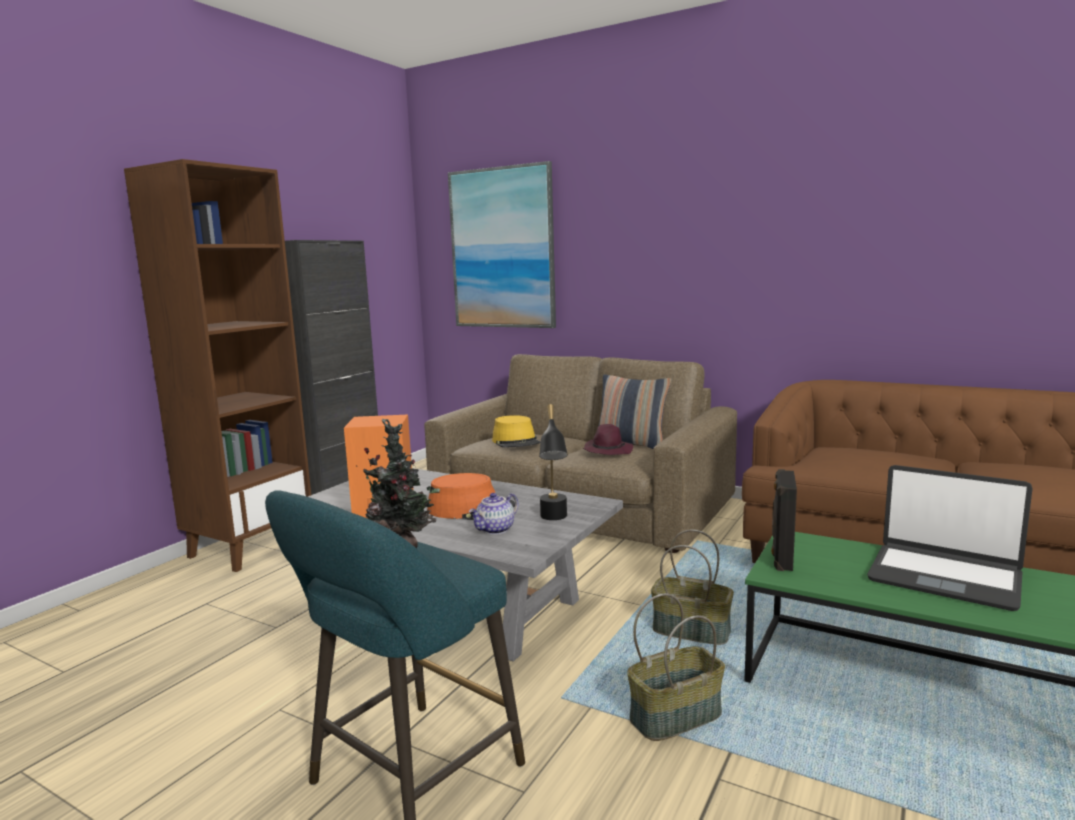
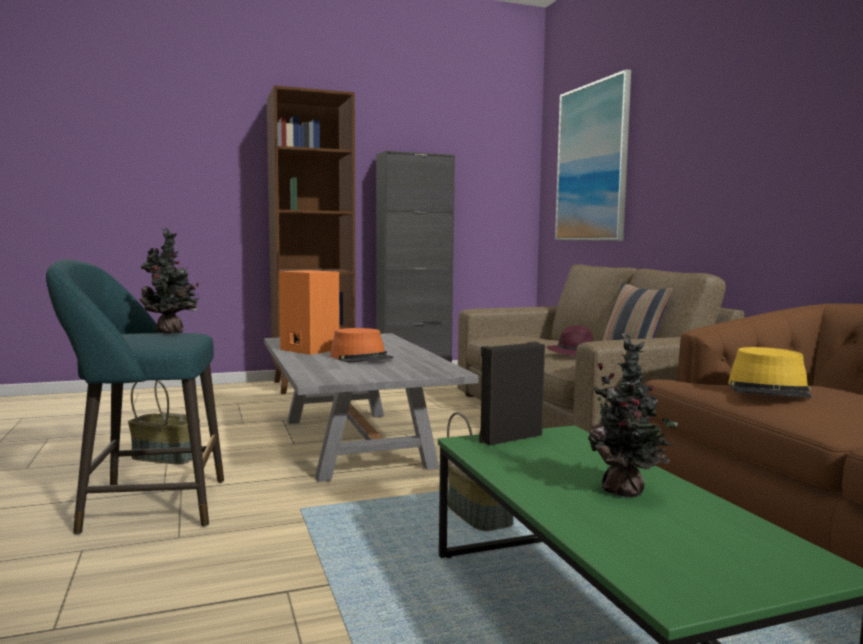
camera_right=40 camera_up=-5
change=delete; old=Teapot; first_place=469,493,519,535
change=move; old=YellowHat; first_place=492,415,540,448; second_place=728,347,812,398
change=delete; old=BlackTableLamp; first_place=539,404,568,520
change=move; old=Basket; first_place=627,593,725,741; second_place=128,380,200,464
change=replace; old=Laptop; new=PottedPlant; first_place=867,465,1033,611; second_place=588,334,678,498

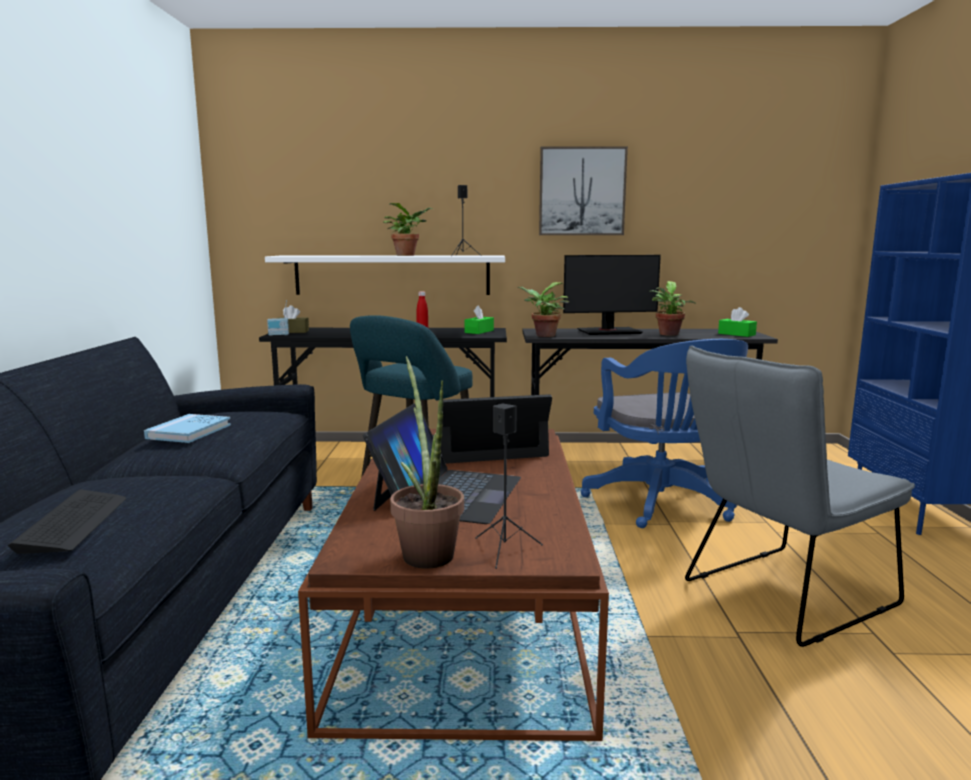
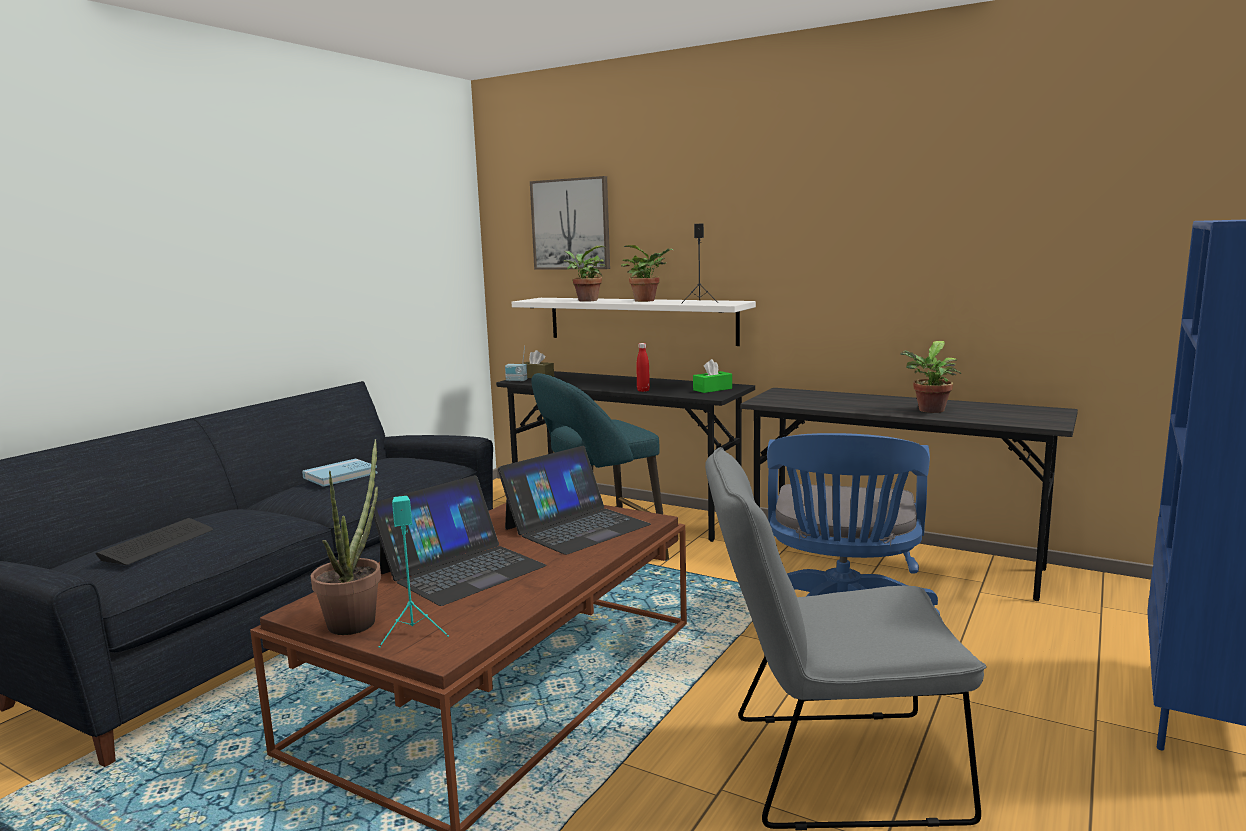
camera_right=30 camera_up=0
change=rotate; old=Laptop; first_place=432,394,552,464; second_place=498,446,651,555; degrees=120
change=recolor; old=BlackSpeaker; new=TurquoiseSpeaker; first_place=475,403,543,569; second_place=379,496,449,648
change=move; old=PottedPlant; first_place=517,282,570,337; second_place=564,246,606,302
change=move; old=Picture; first_place=539,146,628,235; second_place=530,176,610,270
change=delete; old=Monitor; first_place=563,255,661,335
change=delete; old=GreenTissueBox; first_place=718,307,757,337

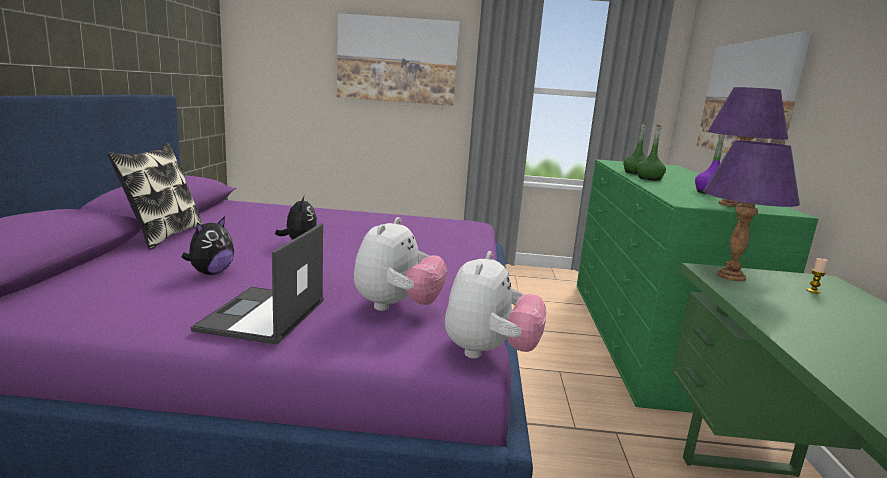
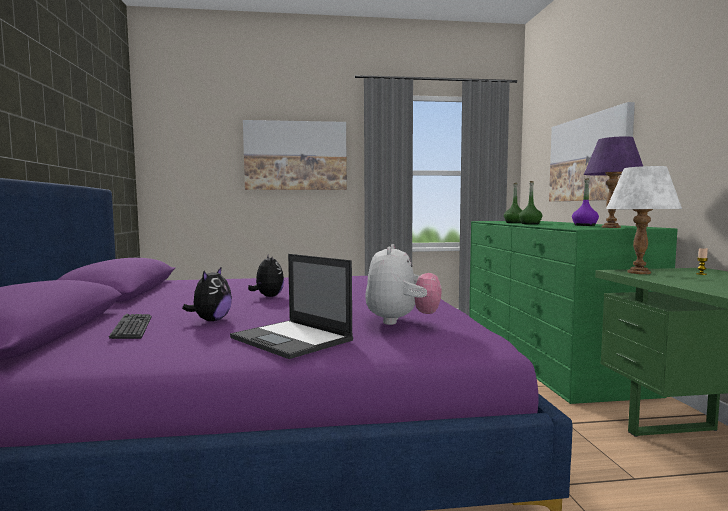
camera_right=-10 camera_up=-10
change=delete; old=Pillow; first_place=107,143,203,250
change=rotate; old=Laptop; first_place=191,223,324,345; second_place=230,254,353,359; degrees=-45
change=delete; old=PlushToy; first_place=445,251,547,359
change=recolor; old=PurpleTableLamp; new=WhiteTableLamp; first_place=703,140,800,281; second_place=606,166,682,274
change=insert; new=Keyboard; second_place=109,314,152,339

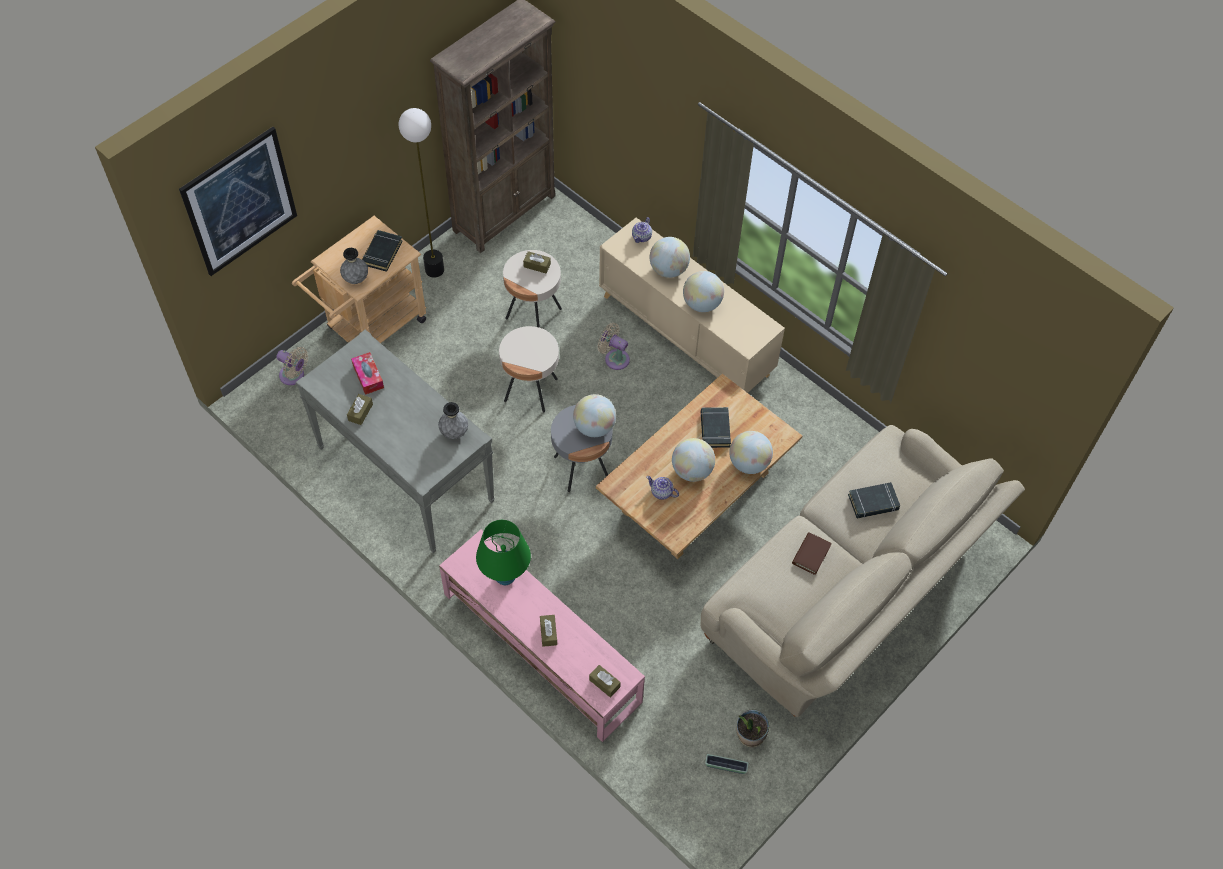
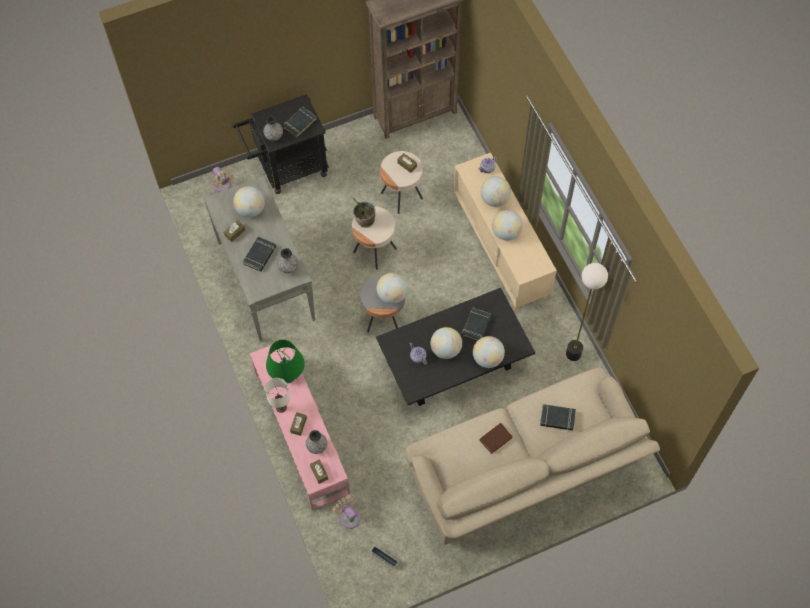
camera_right=25 camera_up=5
change=delete; old=Picture; first_place=179,126,297,276
change=recolor; old=BeigeCart; new=BlackCart; first_place=292,216,426,343; second_place=233,94,329,194
change=replace; old=TissueBox; new=Globe; first_place=351,352,384,395; second_place=233,186,265,217
change=move; old=FloorLamp; first_place=399,108,444,278; second_place=566,263,608,361
change=recolor; old=BeigeCoffeeTable; new=BlackCoffeeTable; first_place=596,374,802,559; second_place=376,288,535,406
change=move; old=BeigeFan; first_place=597,323,630,370; second_place=332,494,361,529
change=move; old=PottedPlant; first_place=736,710,769,747; second_place=353,198,375,228
change=insert; new=BlackBook; second_place=243,237,276,272
change=insert; new=WhiteTableLamp; second_place=265,378,290,413
change=insert; new=GreyVase; second_place=306,430,327,454

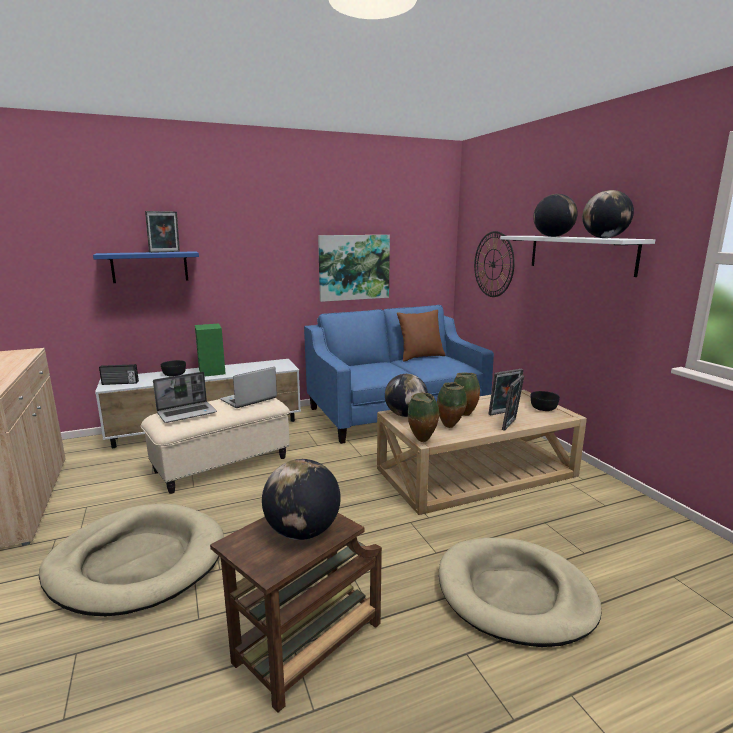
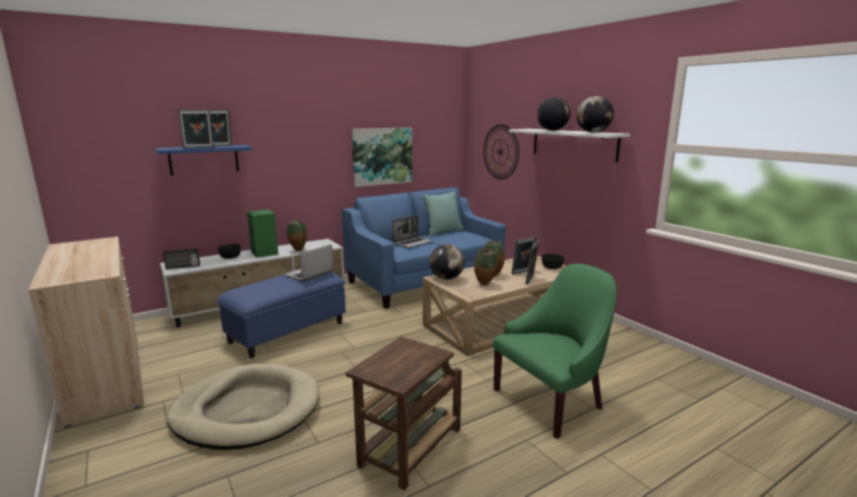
camera_right=-10 camera_up=0
change=recolor; old=BeigeOttoman; new=BlueOttoman; first_place=141,398,290,494; second_place=216,272,346,358
change=move; old=Laptop; first_place=153,372,217,423; second_place=392,216,433,248
change=delete; old=Globe; first_place=262,459,341,540
change=recolor; old=BrownPillow; new=TurquoisePillow; first_place=397,310,445,362; second_place=423,191,464,237
change=move; old=Vase; first_place=408,393,439,442; second_place=287,220,307,251
change=replace; old=BeigeDogBed; new=GreenArmchair; first_place=439,538,602,647; second_place=493,263,617,439
change=insert; new=PictureFrame; second_place=178,109,214,148

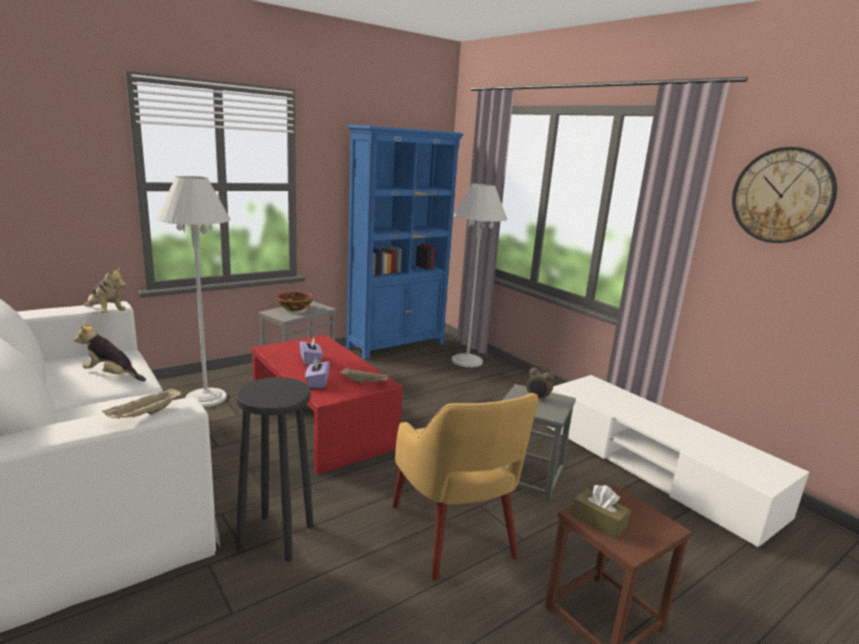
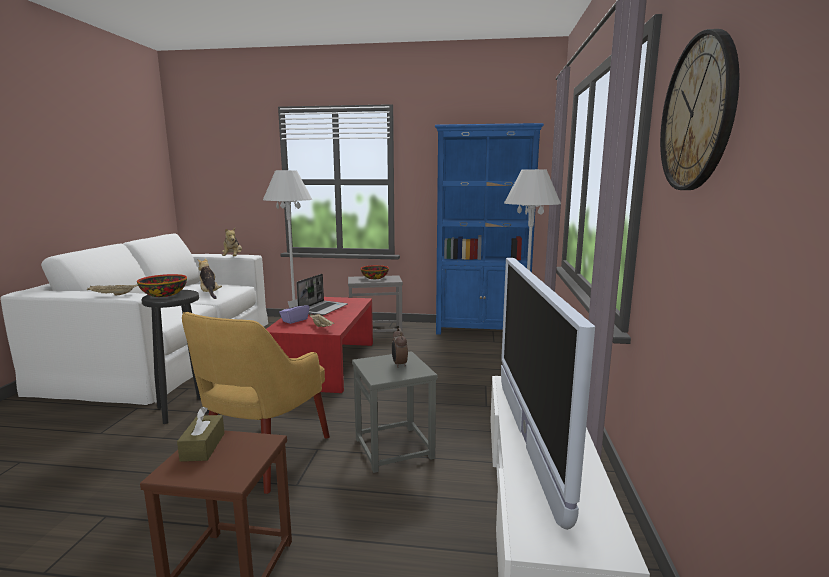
camera_right=45 camera_up=-5
change=replace; old=PurpleTissueBox; new=Laptop; first_place=300,337,323,365; second_place=296,274,348,316
change=insert; new=Bowl; second_place=137,274,187,297
change=insert; new=Television; second_place=501,258,595,530

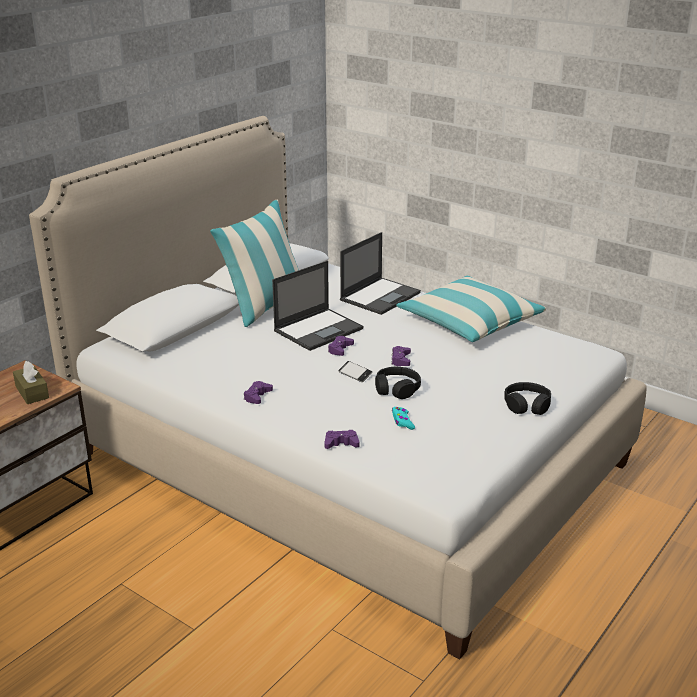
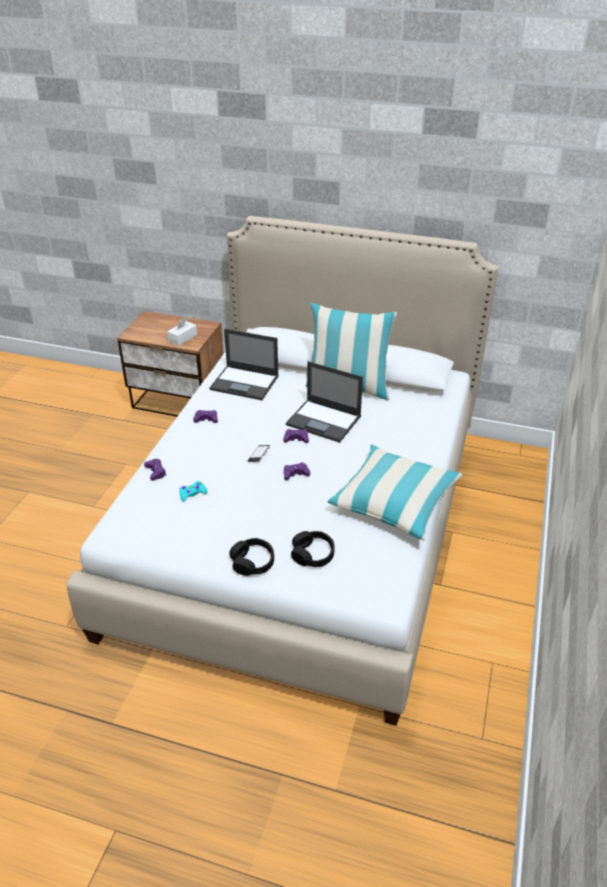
camera_right=70 camera_up=10
change=recolor; old=BrownTissueBox; new=WhiteTissueBox; first_place=13,361,49,404; second_place=167,318,197,346
change=move; old=Laptop; first_place=340,232,421,315; second_place=209,329,279,400
change=move; old=BlackHeadphones; first_place=375,367,421,399; second_place=291,531,335,567

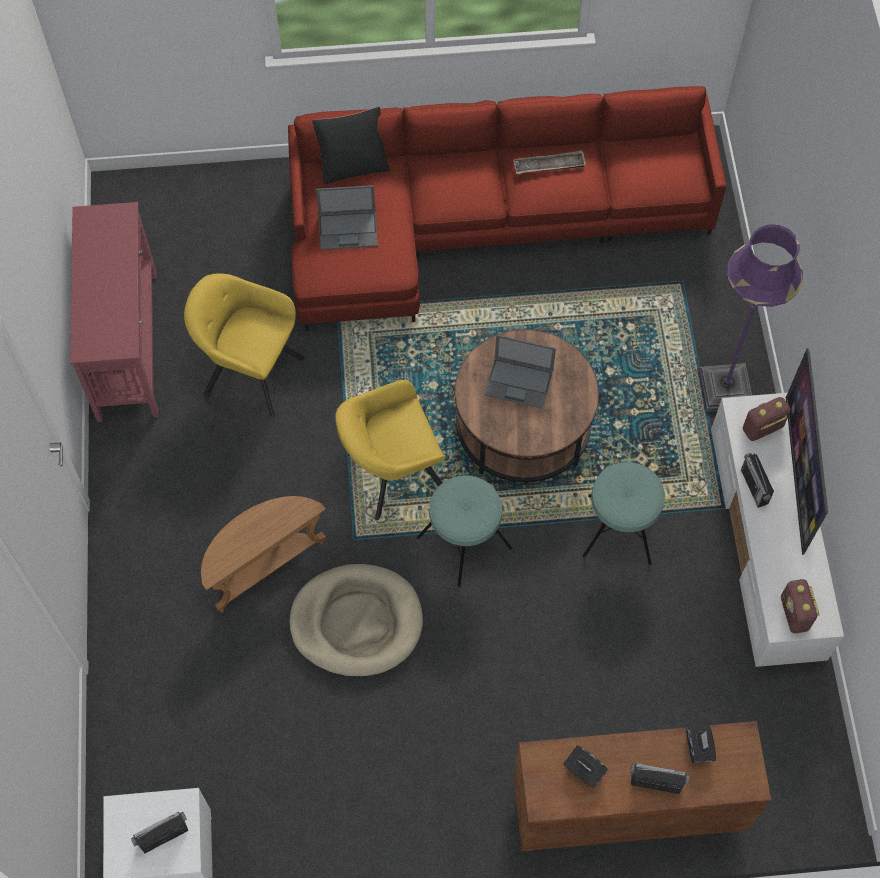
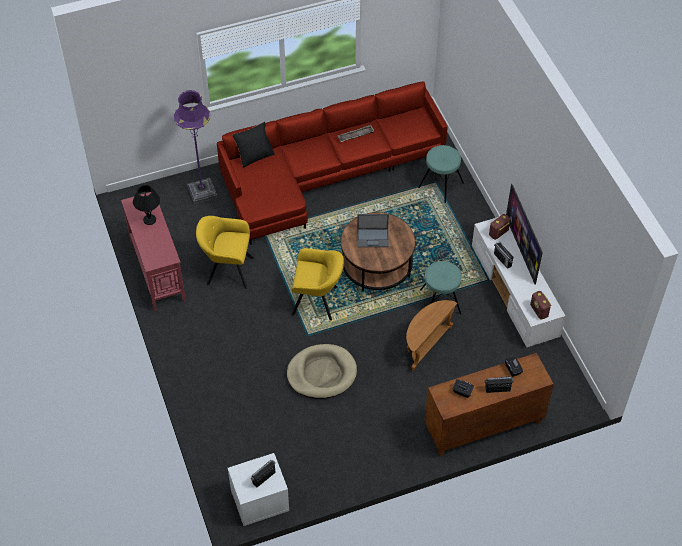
camera_right=-15 camera_up=-10
change=move; old=BrownSideTable; first_place=201,496,326,613; second_place=406,300,457,372
change=delete; old=Laptop; first_place=316,185,378,250
change=rotate; old=YellowArmchair; first_place=335,380,446,520; second_place=291,248,344,321; degrees=-135
change=move; old=TurquoiseStool; first_place=417,475,513,588; second_place=418,145,464,203
change=move; old=PurpleFloorLamp; first_place=698,224,803,412; second_place=174,90,217,204
change=insert; new=BlackTableLamp; second_place=133,185,160,225

